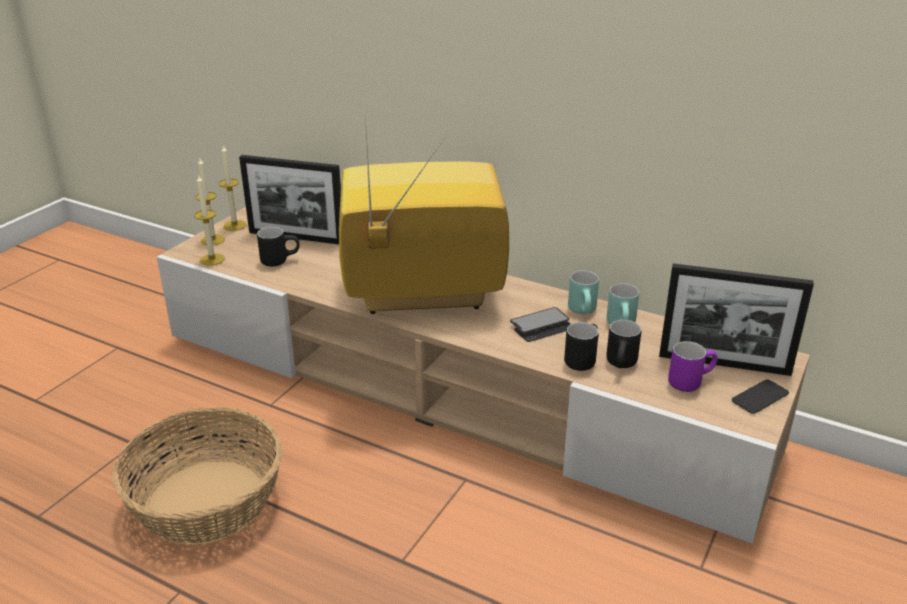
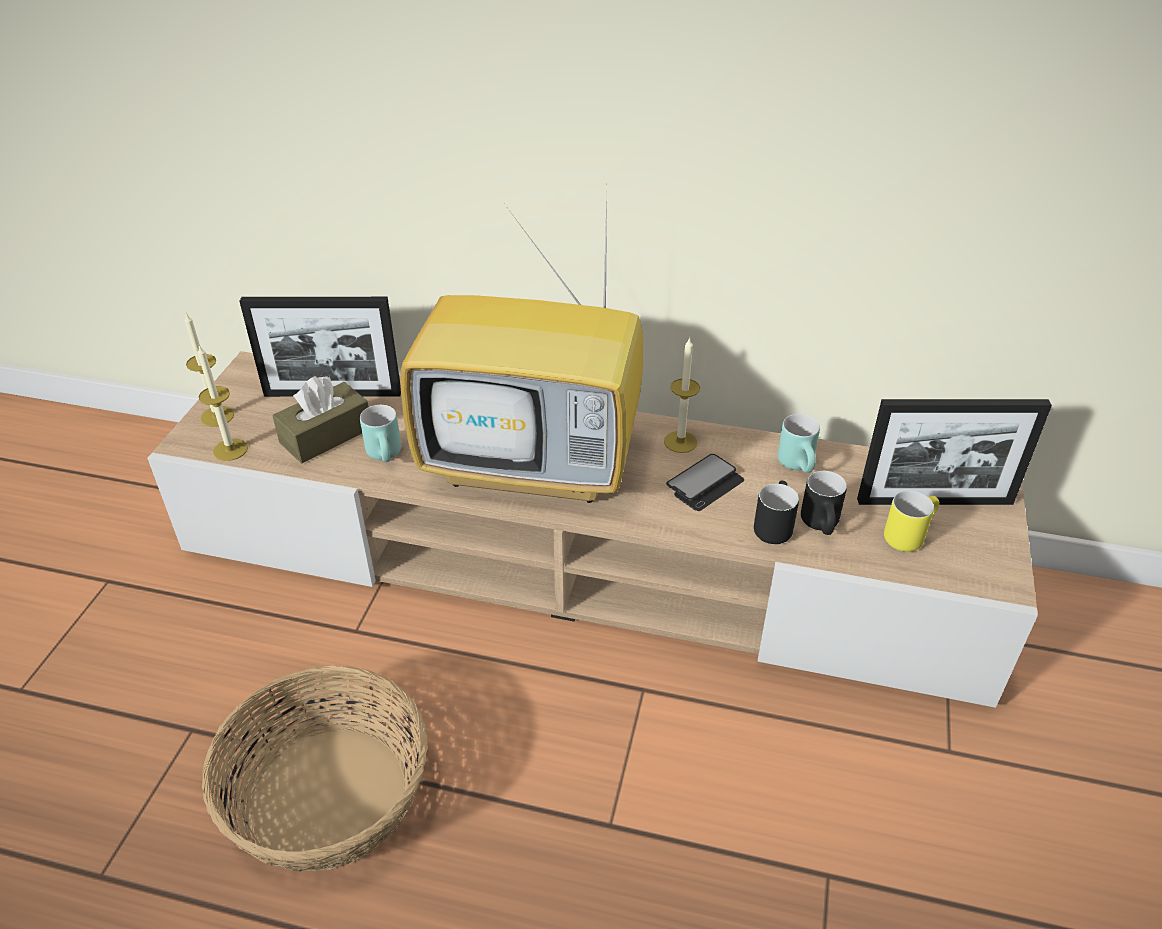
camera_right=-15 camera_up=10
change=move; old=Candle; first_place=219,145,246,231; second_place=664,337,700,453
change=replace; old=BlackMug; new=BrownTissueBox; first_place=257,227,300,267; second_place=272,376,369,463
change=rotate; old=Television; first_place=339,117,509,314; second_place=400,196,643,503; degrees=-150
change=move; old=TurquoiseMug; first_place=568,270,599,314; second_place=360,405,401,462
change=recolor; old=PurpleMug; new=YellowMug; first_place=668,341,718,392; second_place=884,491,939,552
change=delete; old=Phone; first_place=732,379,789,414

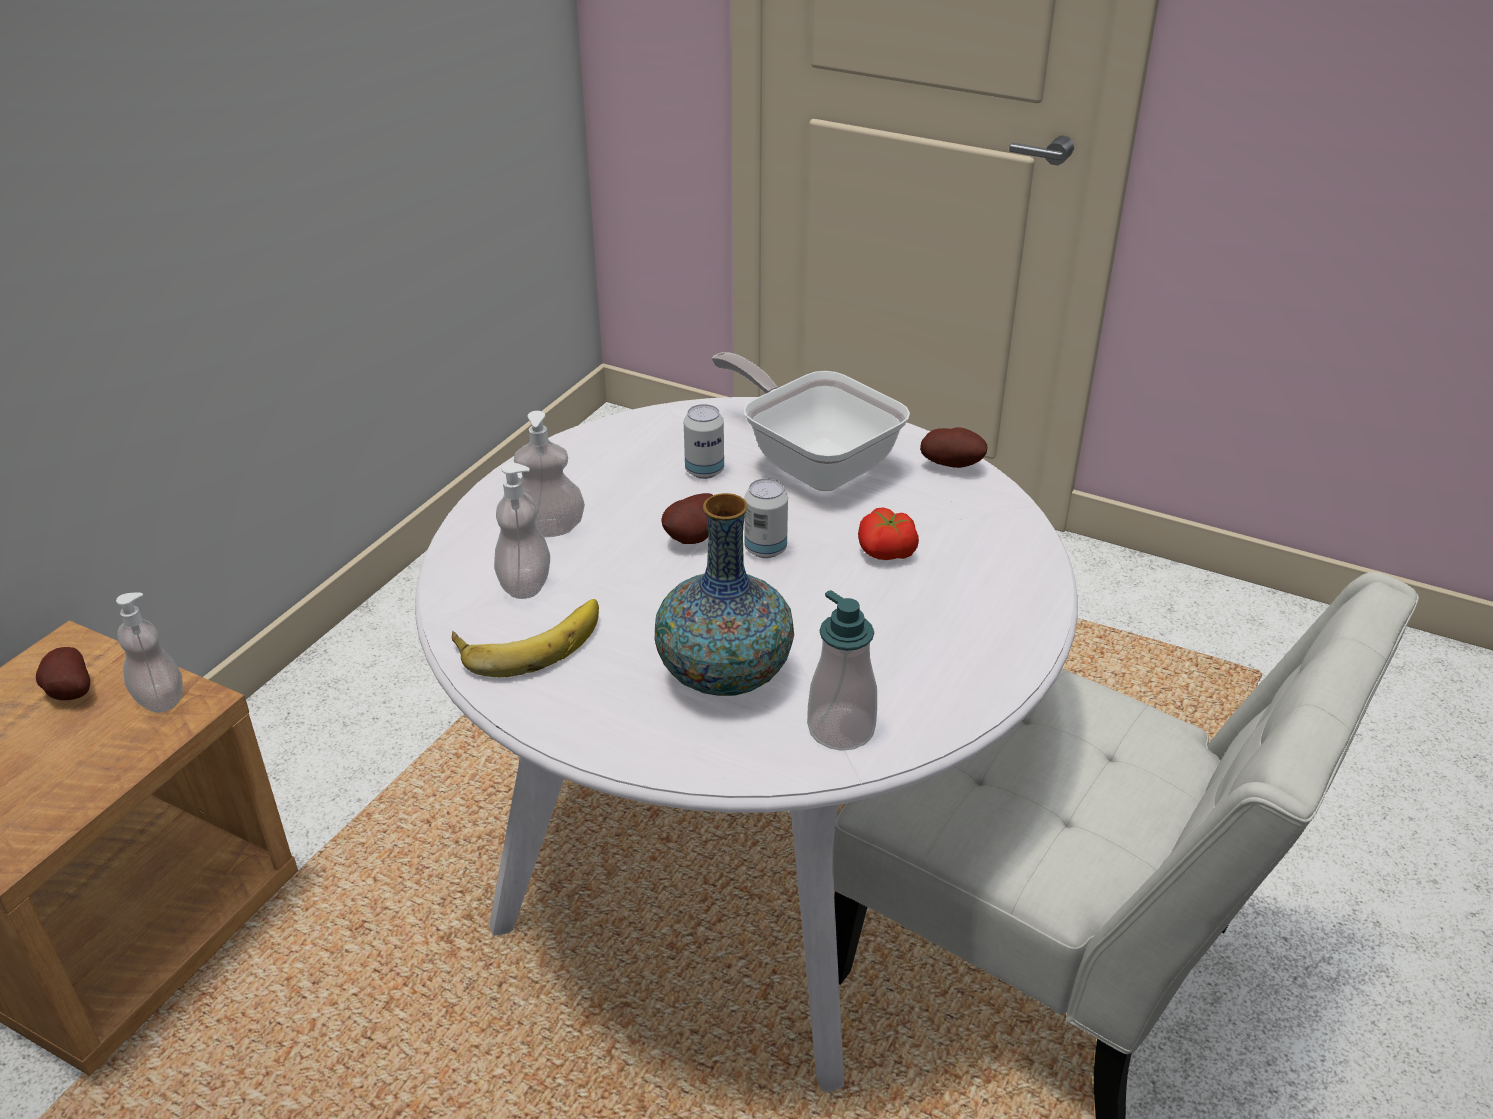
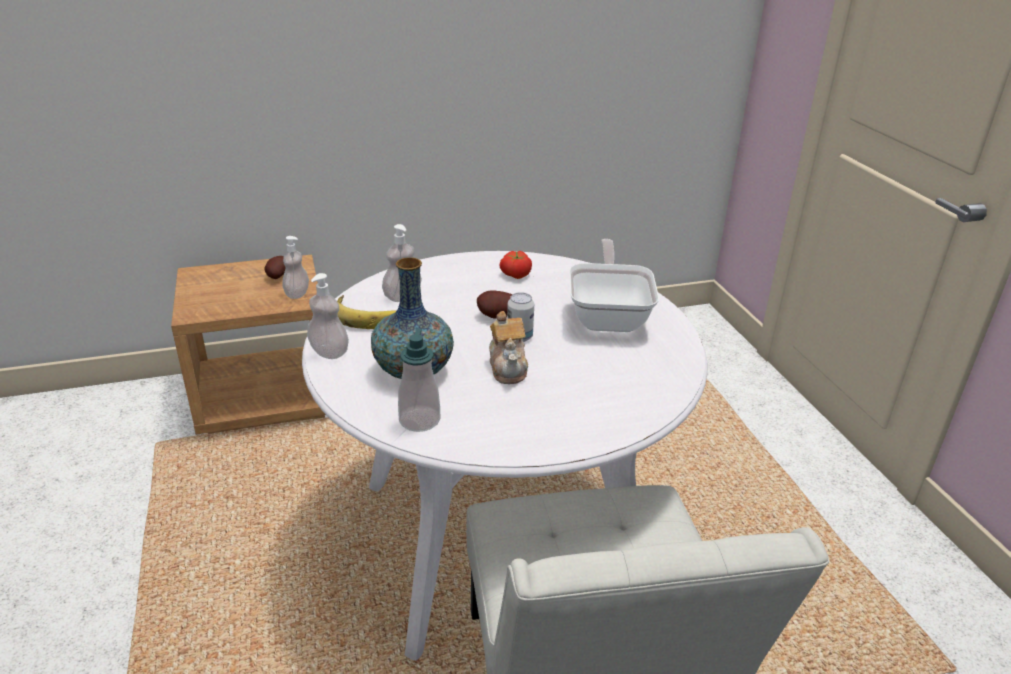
camera_right=45 camera_up=-5
change=move; old=SoapDispenser; first_place=514,411,585,537; second_place=307,273,349,359
change=delete; old=Can; first_place=684,404,724,479
change=move; old=Tomato; first_place=858,507,919,560; second_place=499,251,532,279
change=delete; old=Potato; first_place=920,427,987,468
change=insert; new=Teapot; second_place=489,311,528,384

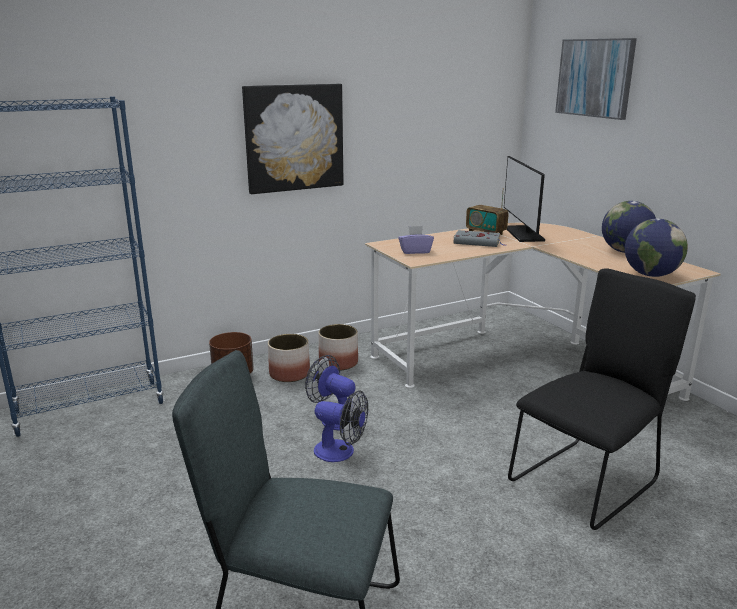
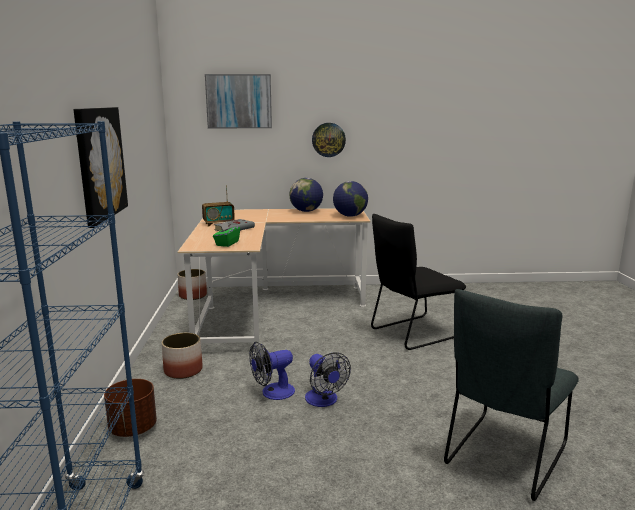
camera_right=-65 camera_up=-5
change=move; old=Planter; first_place=268,334,310,382; second_place=178,269,207,300
change=rotate; old=Fan; first_place=314,390,368,462; second_place=305,352,351,407; degrees=105
change=recolor; old=PurpleTissueBox; new=GreenTissueBox; first_place=398,226,434,254; second_place=213,221,240,247
change=delete; old=Monitor; first_place=504,156,545,242
change=rotate; old=BlackChair; first_place=508,268,696,530; second_place=371,214,466,350; degrees=-105
change=insert; new=WallClock; second_place=312,123,346,157

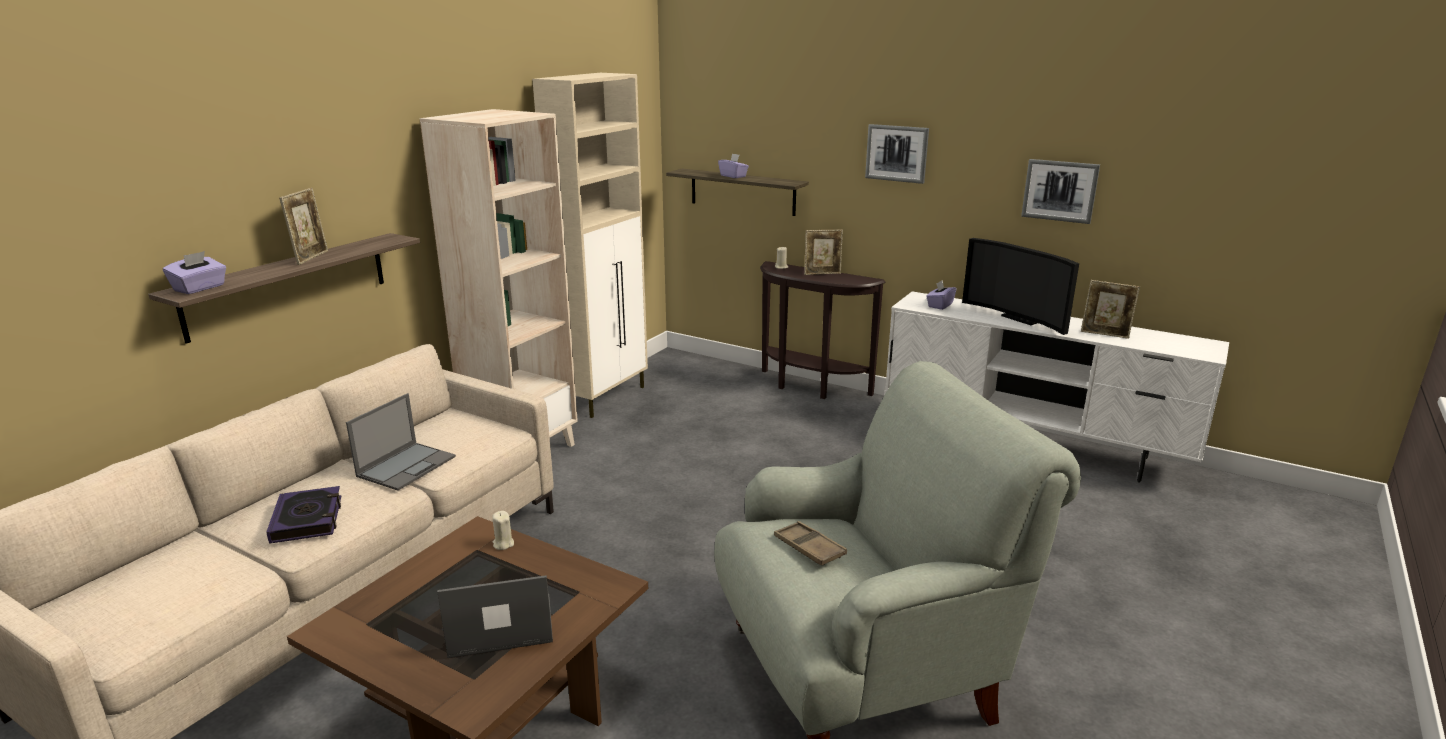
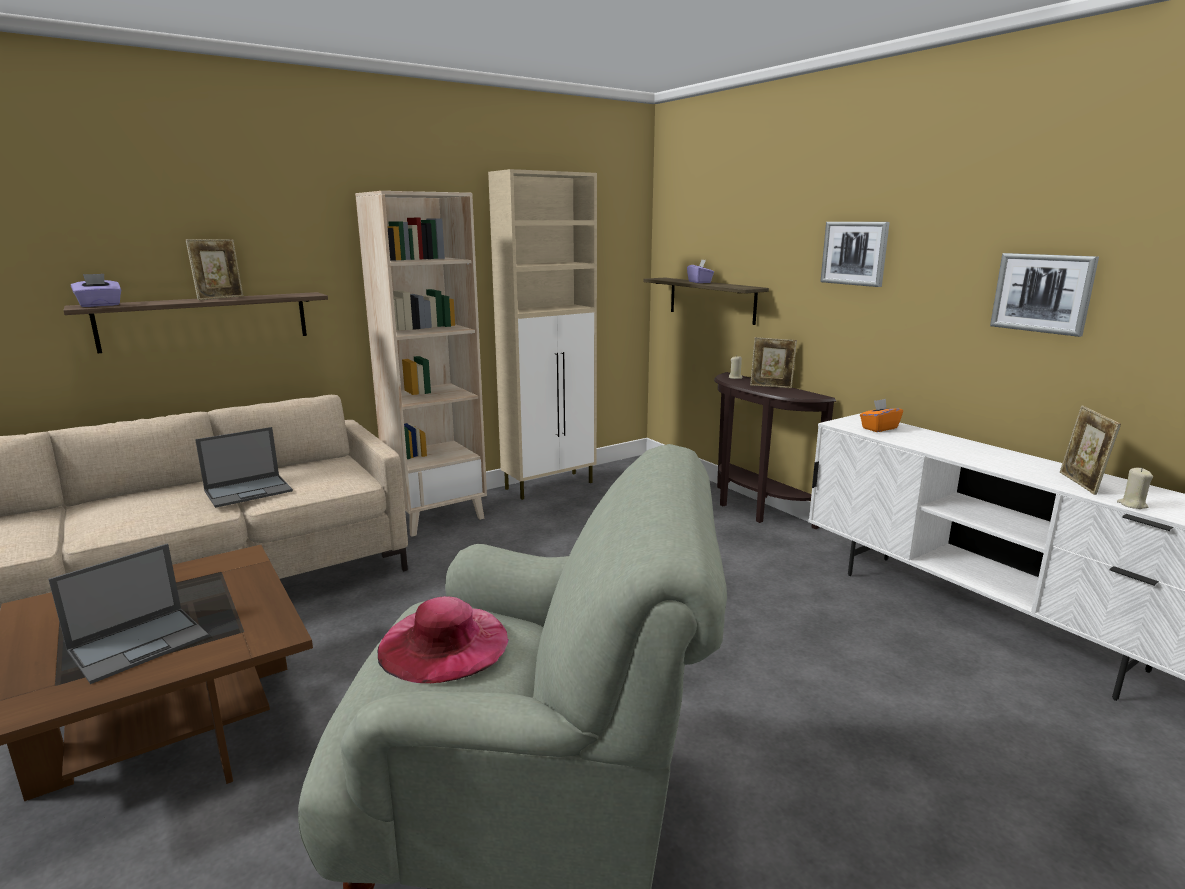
camera_right=25 camera_up=-5
change=delete; old=Book; first_place=266,486,341,544
change=rotate; old=Laptop; first_place=437,575,553,658; second_place=48,543,209,684; degrees=120
change=move; old=BeigeCandle; first_place=492,511,514,550; second_place=1117,468,1153,509
change=replace; old=BrownTray; new=PinkHat; first_place=774,521,847,566; second_place=378,596,509,683
change=recolor; old=PurpleTissueBox; new=OrangeTissueBox; first_place=926,280,957,310; second_place=860,399,903,432
change=delete; old=Television; first_place=962,238,1079,335
change=rotate; old=PictureFrame; first_place=1081,280,1140,339; second_place=1060,406,1121,495; degrees=45

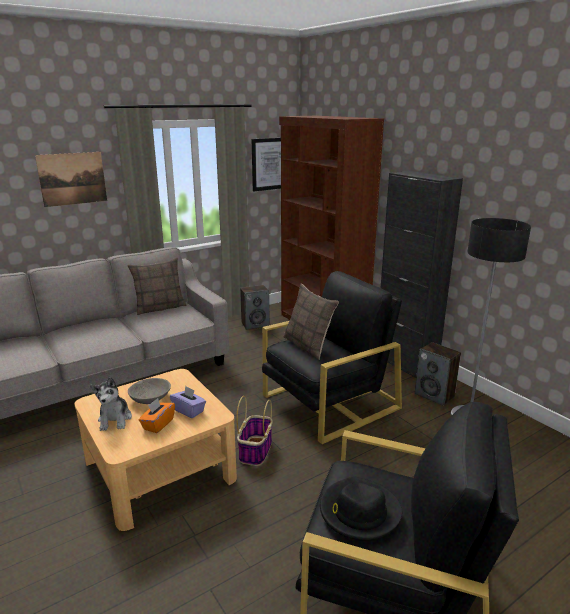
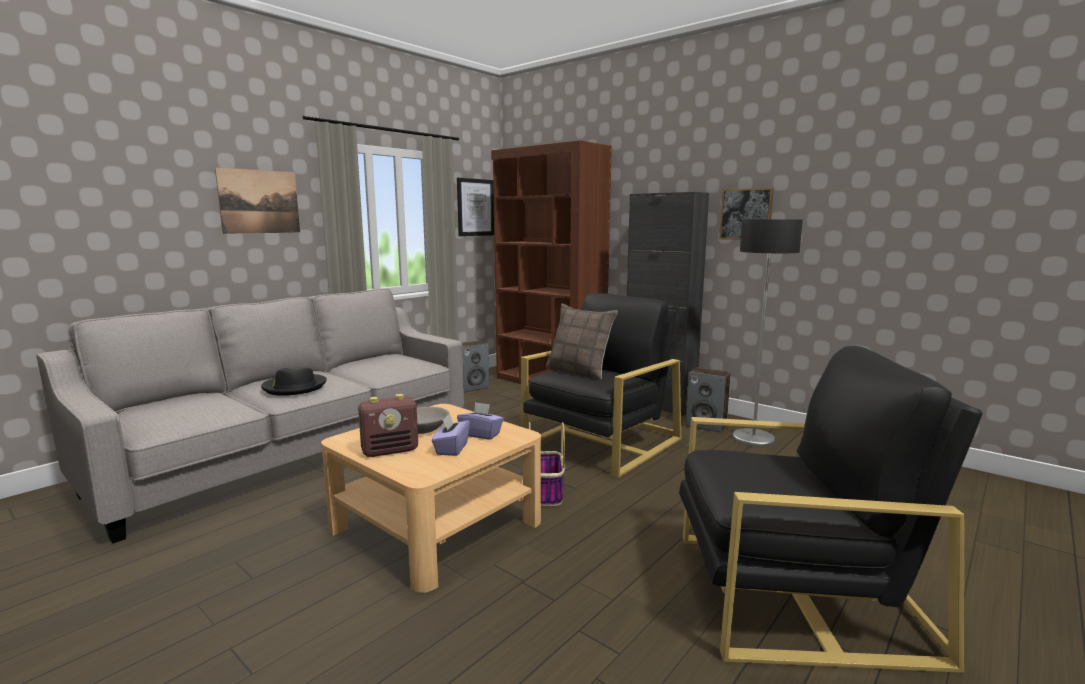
camera_right=-15 camera_up=-10
change=replace; old=PlushToy; new=Radio; first_place=90,377,132,431; second_place=358,394,418,457
change=delete; old=Pillow; first_place=127,258,186,315
change=recolor; old=OrangeTissueBox; new=PurpleTissueBox; first_place=139,398,175,433; second_place=432,414,470,456
change=move; old=BlackHat; first_place=320,476,402,541; second_place=261,367,327,396
change=insert; new=Picture; second_place=719,188,774,240

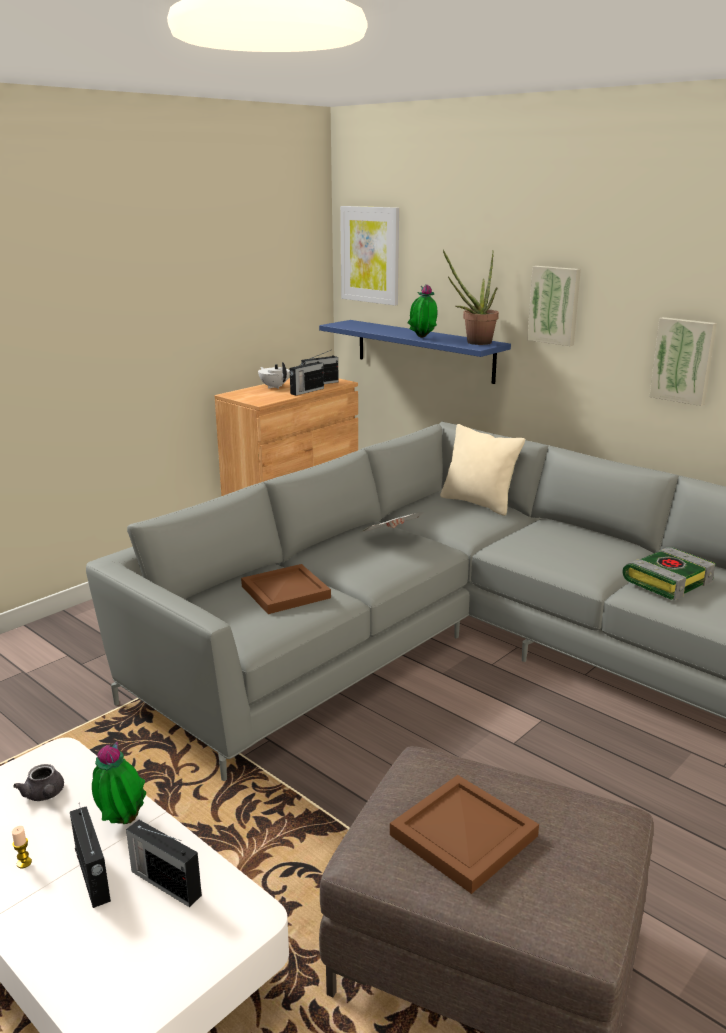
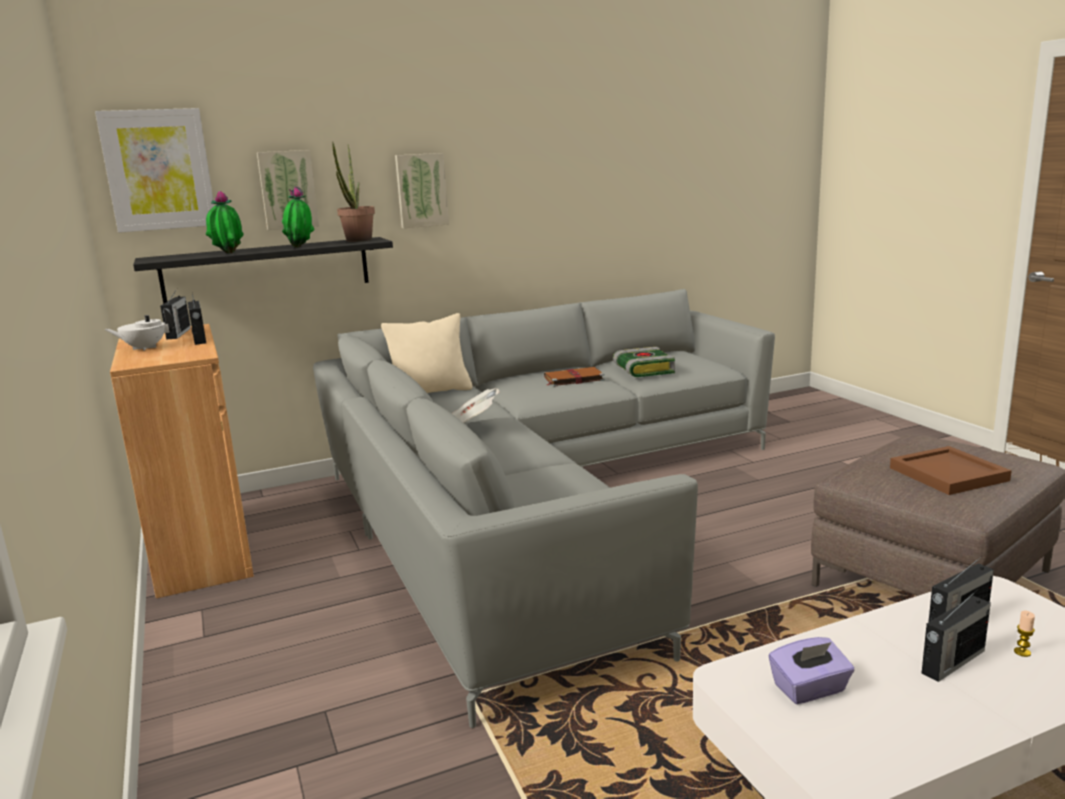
camera_right=-65 camera_up=-5
change=move; old=Candle; first_place=12,826,32,868; second_place=1014,611,1035,657
change=replace; old=GreyTeapot; new=PurpleTissueBox; first_place=13,764,64,801; second_place=769,637,855,704
change=rotate; old=Radio; first_place=70,803,111,908; second_place=922,589,991,682; degrees=150
change=move; old=PottedPlant; first_place=92,742,146,824; second_place=206,191,244,254
change=delete; old=BrownTray; first_place=241,564,331,614
change=recolor; old=BlueShelf; new=BlackShelf; first_place=319,320,511,384; second_place=133,237,393,304
change=move; old=Picture; first_place=649,317,717,406; second_place=257,150,319,230
change=insert; new=BrownBook; second_place=544,367,605,387

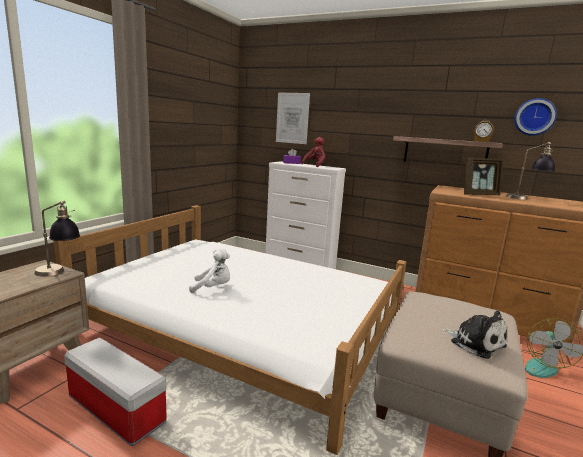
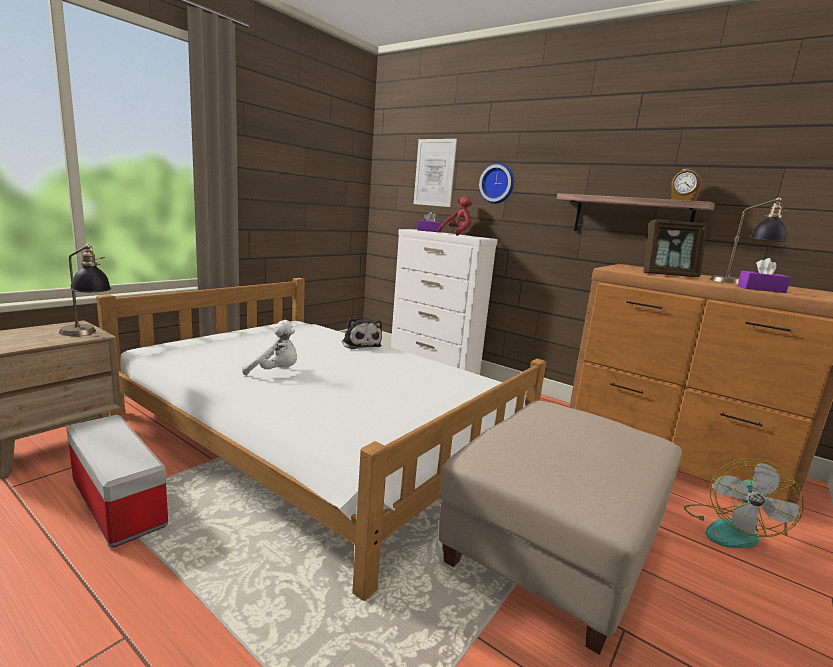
camera_right=10 camera_up=0
change=move; old=PlushToy; first_place=443,311,507,359; second_place=342,318,382,349
change=move; old=WallClock; first_place=514,98,557,136; second_place=479,163,514,204
change=insert; new=PurpleTissueBox; second_place=737,258,791,293

